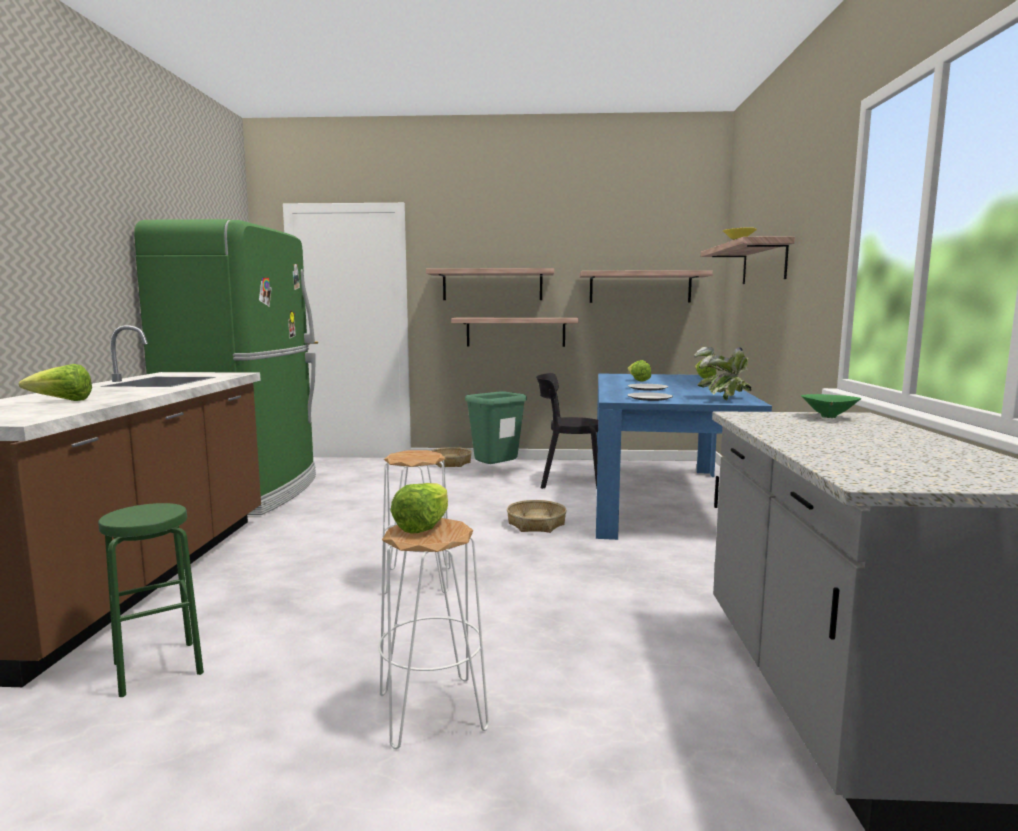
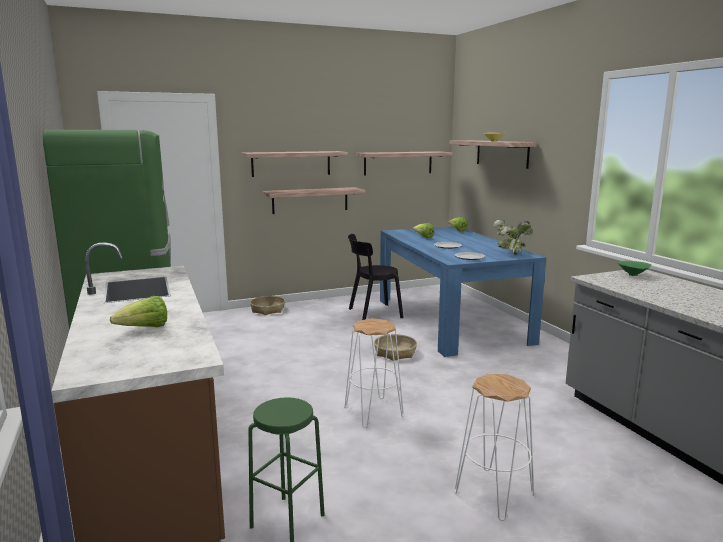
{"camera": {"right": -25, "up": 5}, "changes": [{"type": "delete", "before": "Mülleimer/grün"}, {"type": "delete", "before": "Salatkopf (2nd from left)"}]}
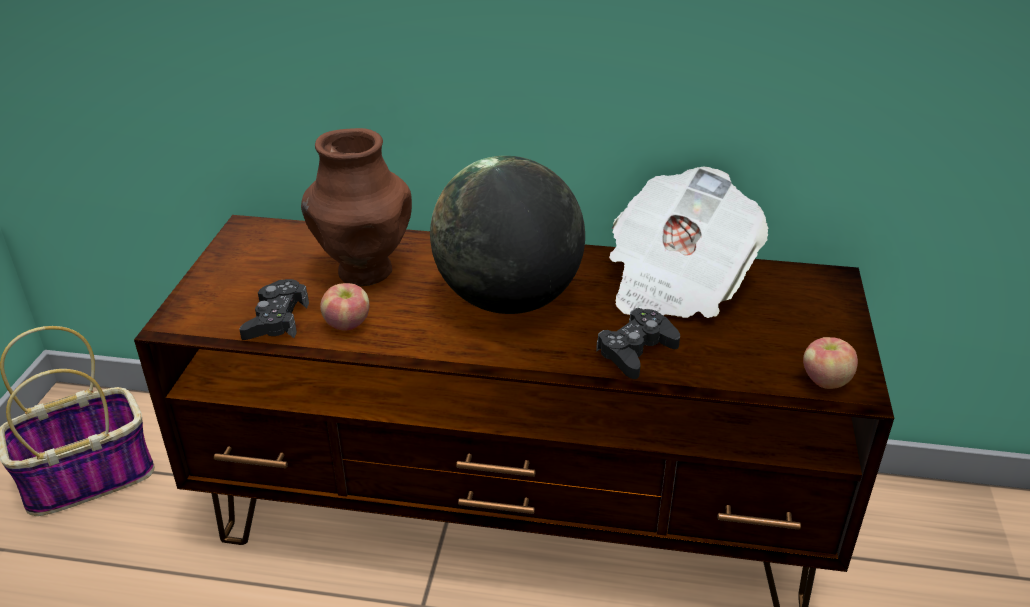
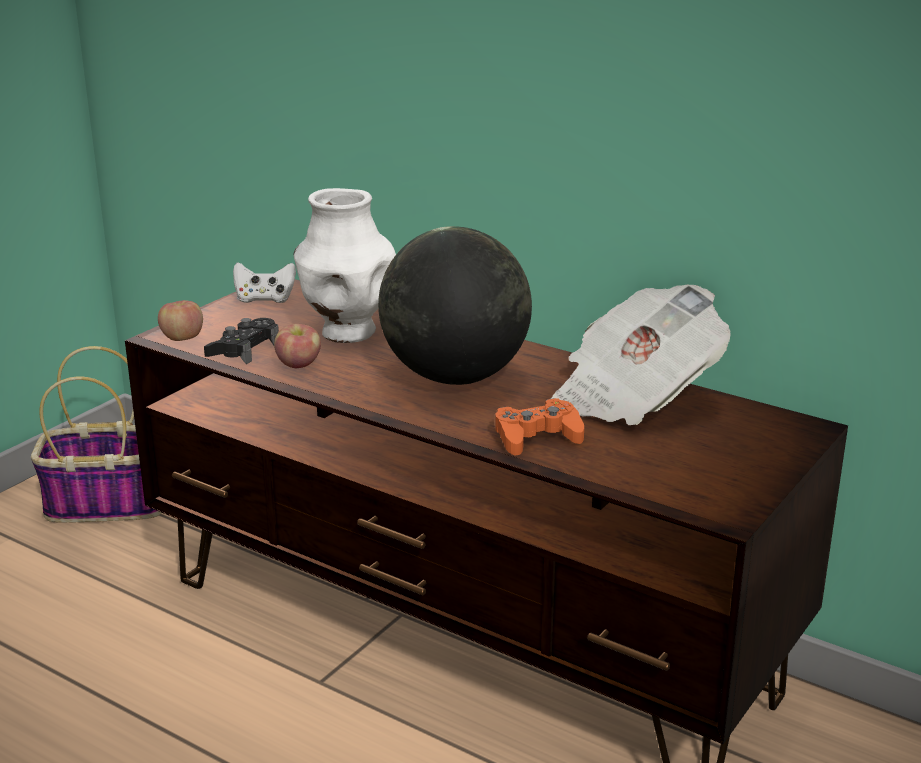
{"camera": {"right": 25, "up": -10}, "changes": [{"type": "recolor", "before": "Vase/braun", "after": "Vase/weiß"}, {"type": "recolor", "before": "Gamepad/schwarz (2nd from left)", "after": "Gamepad/orange"}, {"type": "move", "before": "Apfel (2nd from left in the first image)", "after": "Apfel (1st from left)"}, {"type": "insert", "after": "Gamepad/weiß"}]}
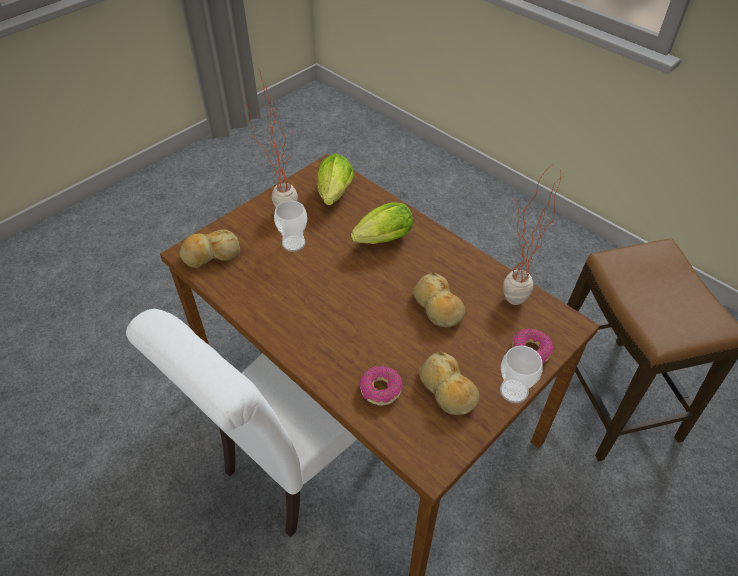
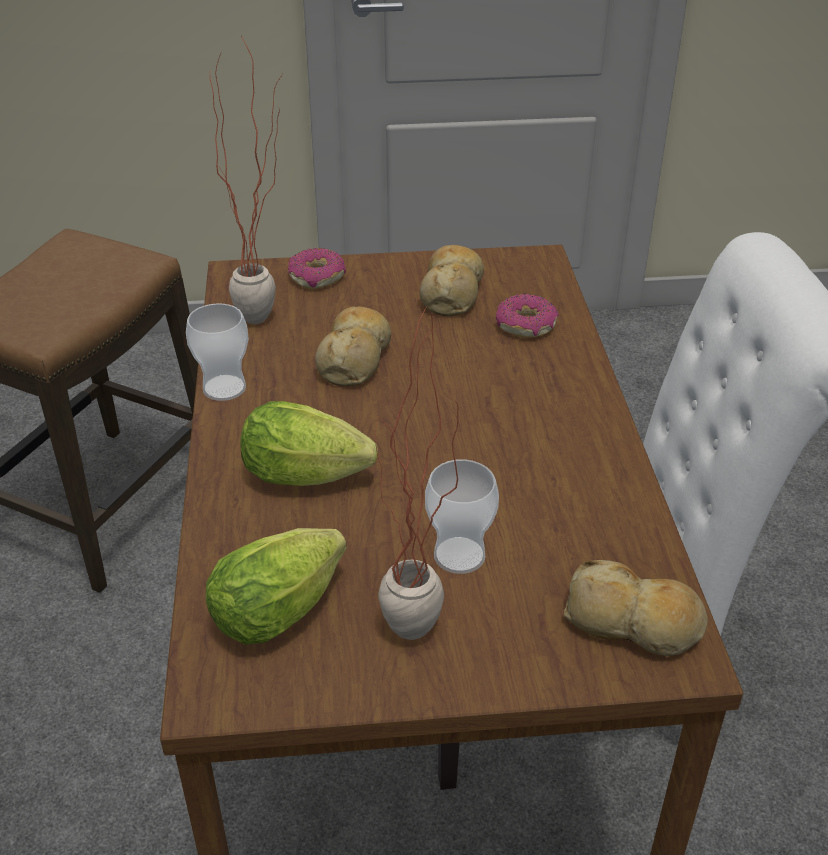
{"camera": {"right": -140, "up": -10}, "changes": [{"type": "move", "before": "Tasse (2nd from left in the first image)", "after": "Tasse (1st from left)"}]}
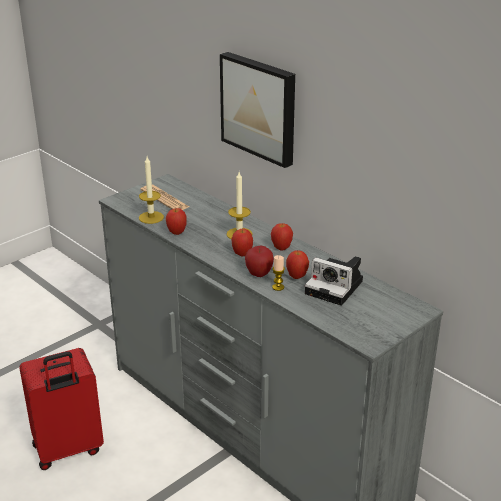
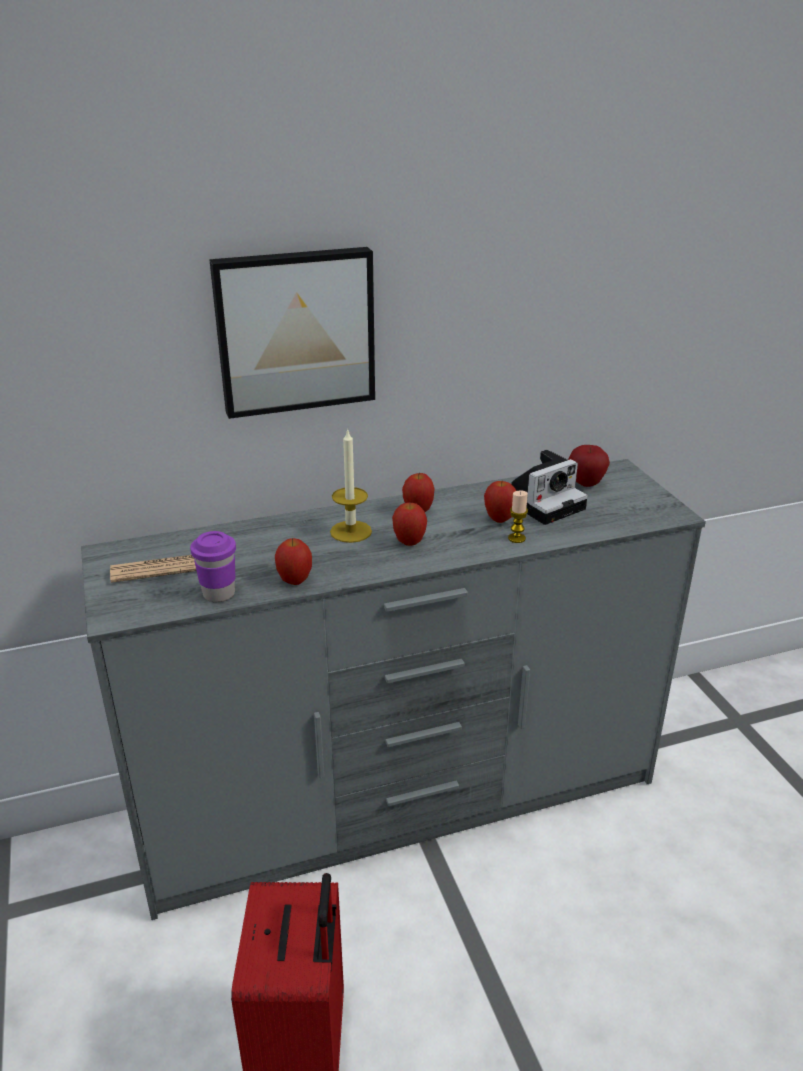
{"camera": {"right": -65, "up": 0}, "changes": [{"type": "replace", "before": "Kerze (1st from left)", "after": "Tasse/lila"}, {"type": "move", "before": "Apfel (3rd from left in the first image)", "after": "Apfel (5th from left)"}]}
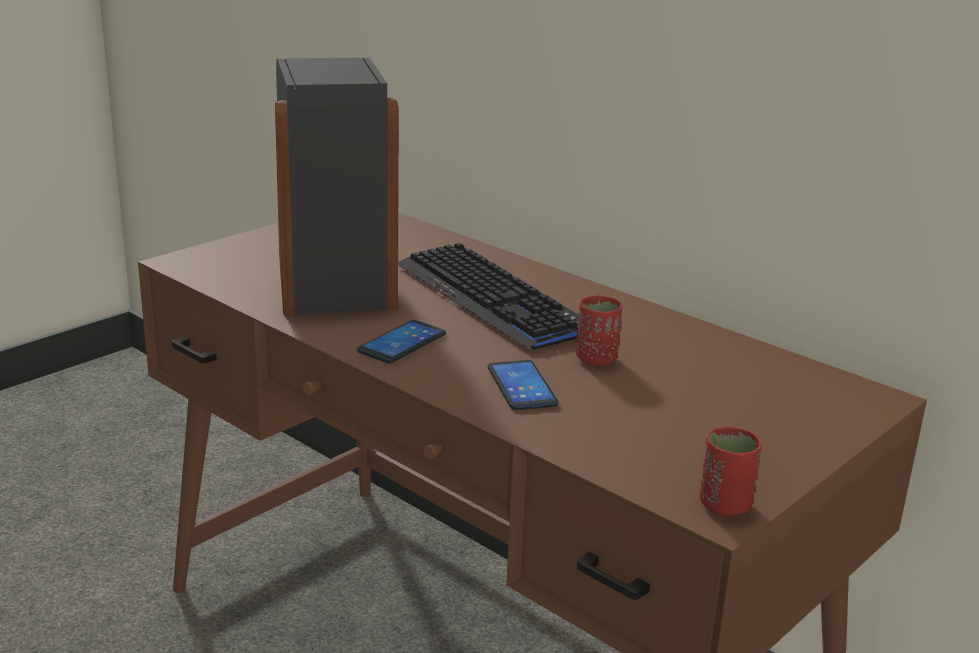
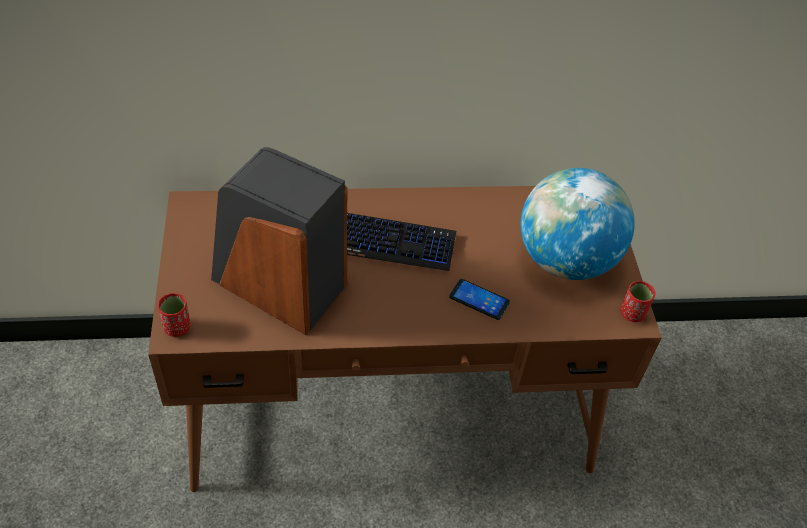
{"camera": {"right": -50, "up": 25}, "changes": [{"type": "move", "before": "Tasse/rot (1st from left)"}, {"type": "delete", "before": "Handy (1st from left)"}, {"type": "insert", "after": "Globus"}]}
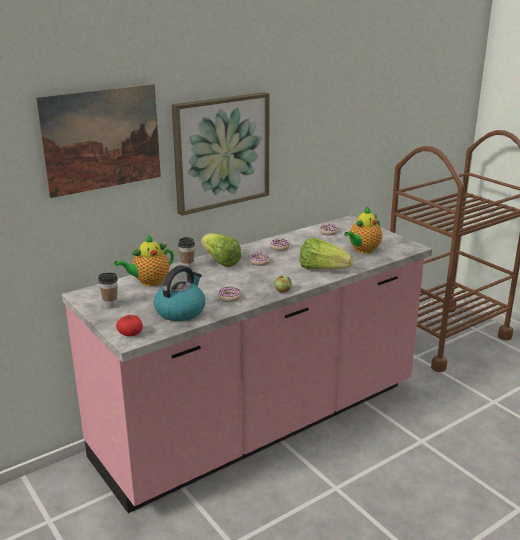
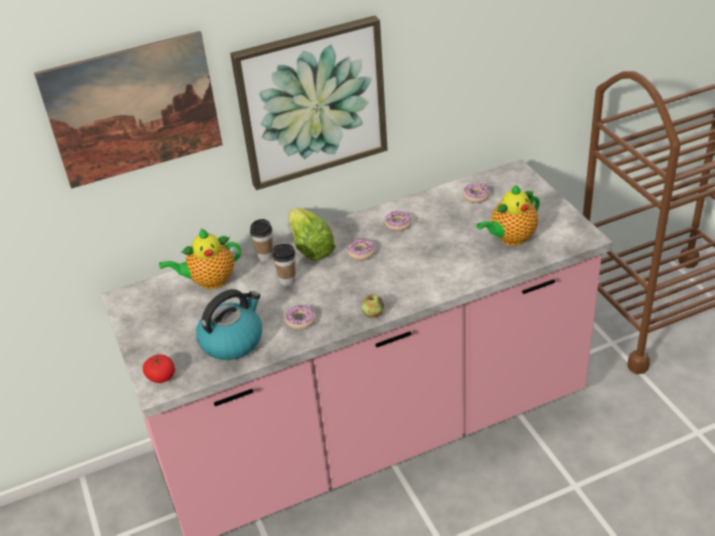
{"camera": {"right": 15, "up": 15}, "changes": [{"type": "delete", "before": "Salatkopf (2nd from left)"}, {"type": "move", "before": "Tasse (1st from left in the first image)", "after": "Tasse (2nd from left)"}]}
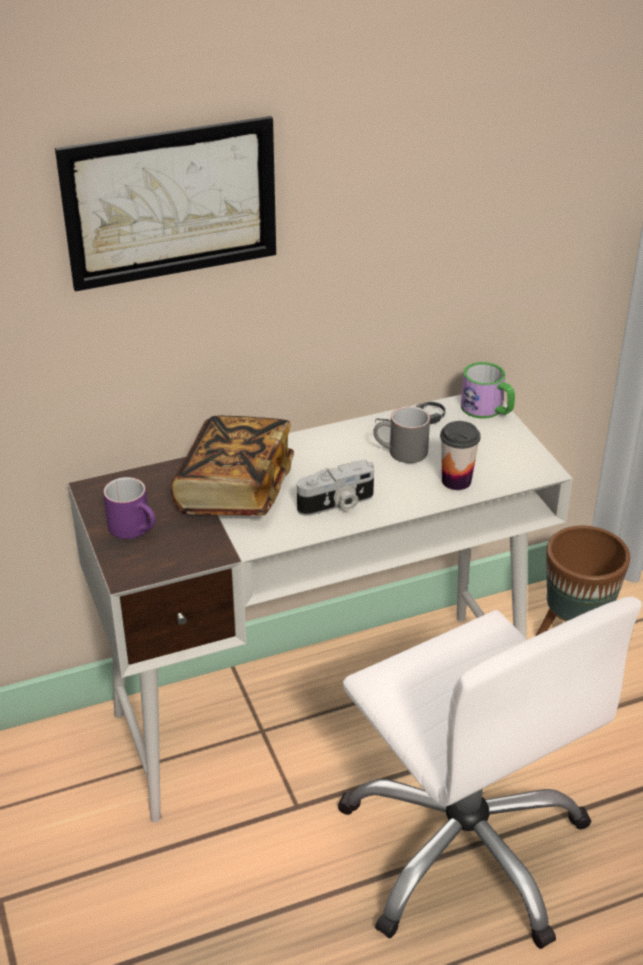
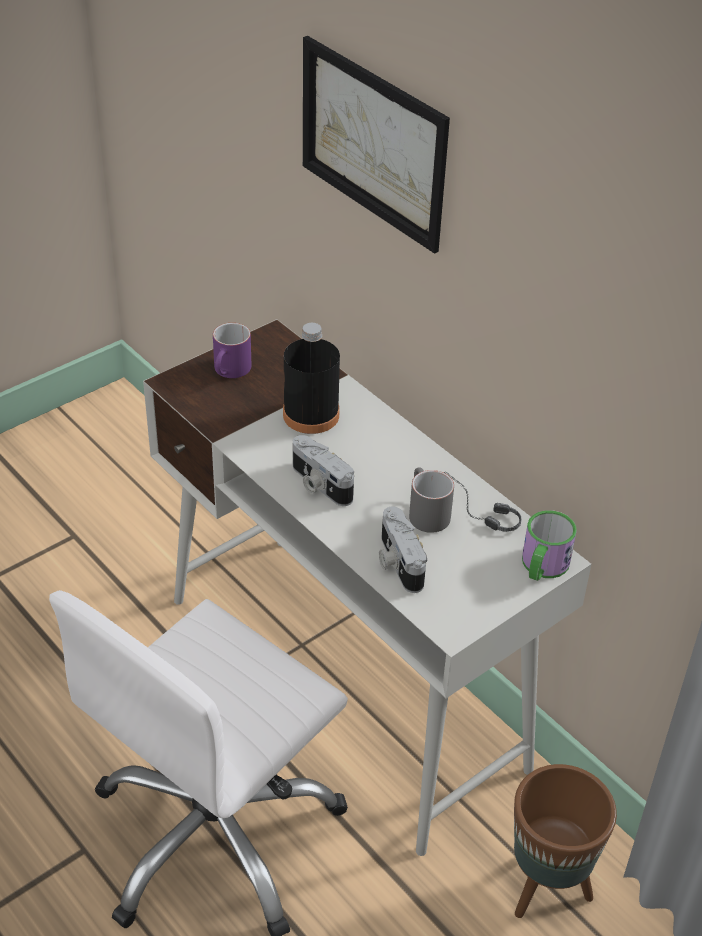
{"camera": {"right": 70, "up": 5}, "changes": [{"type": "replace", "before": "Buch", "after": "Flasche/schwarz"}, {"type": "replace", "before": "Tasse", "after": "Kamera (2nd from left)"}]}
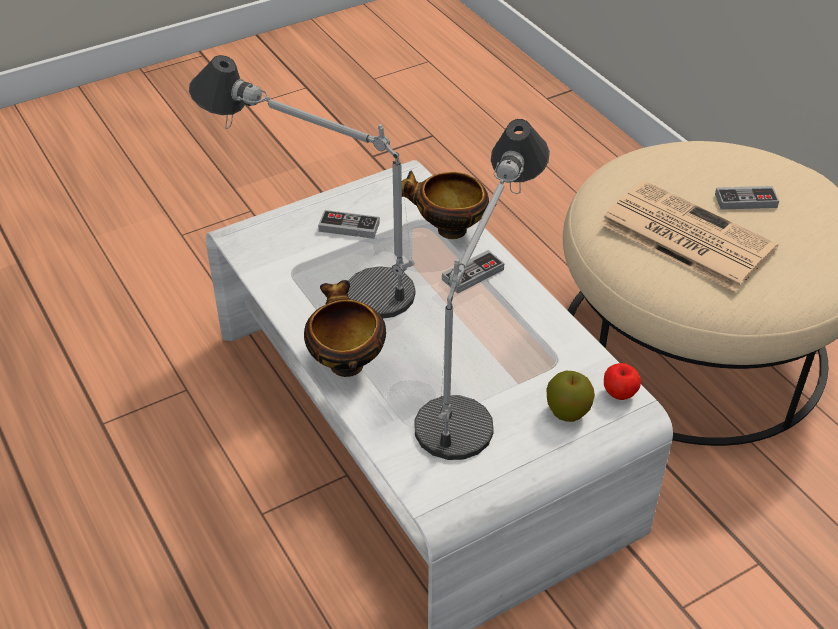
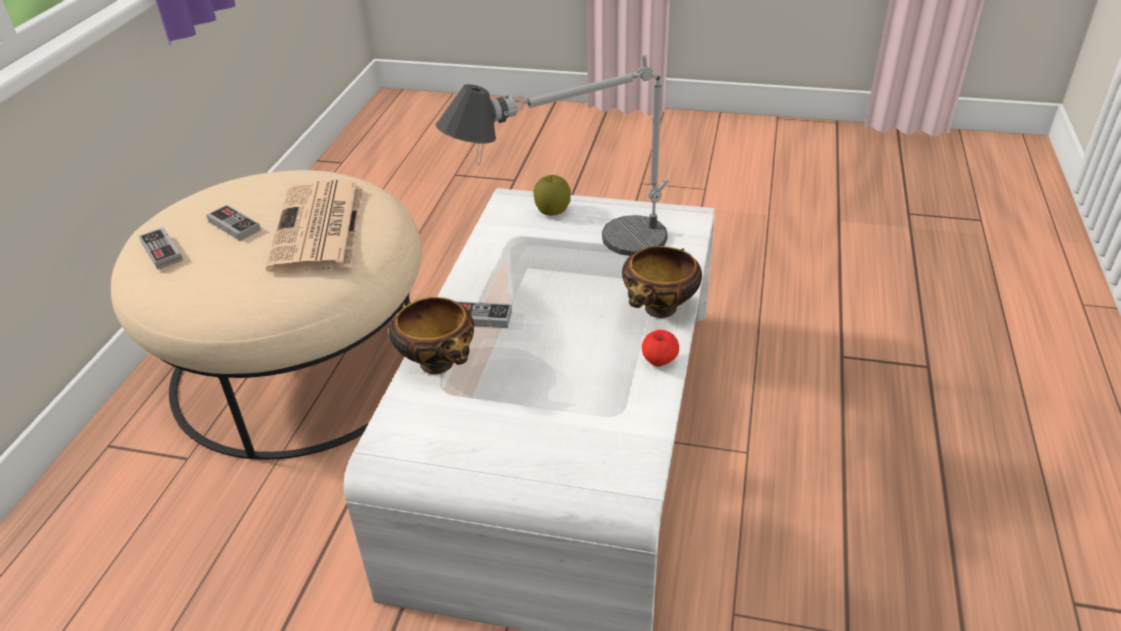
{"camera": {"right": -135, "up": -5}, "changes": [{"type": "delete", "before": "Tischlampe (1st from left)"}, {"type": "move", "before": "Gamepad (1st from left)"}, {"type": "move", "before": "Apfel (2nd from left)"}]}
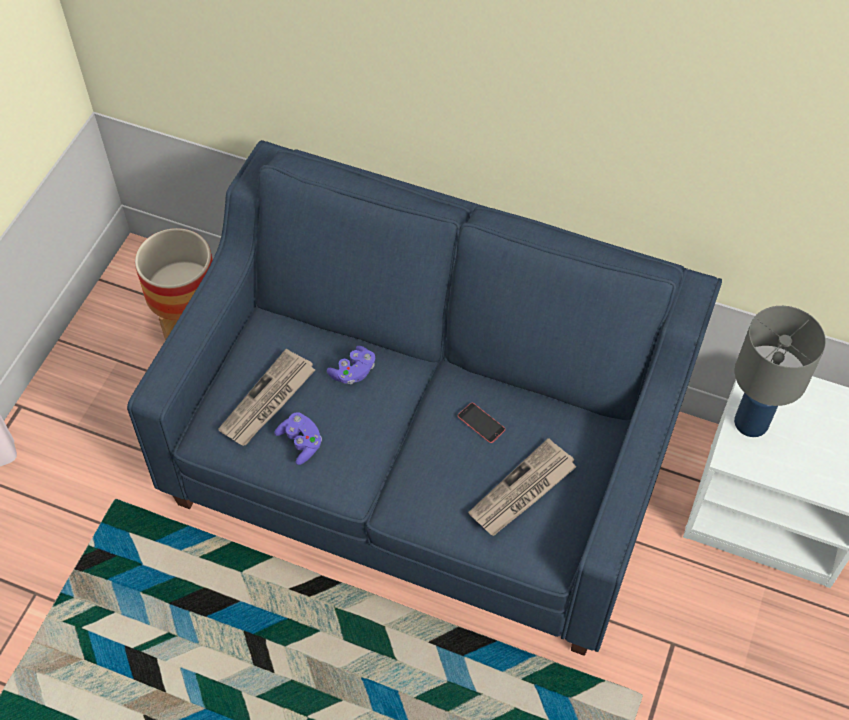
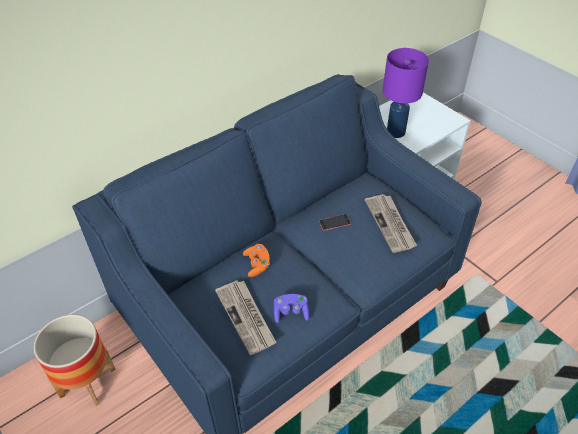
{"camera": {"right": -60, "up": -10}, "changes": [{"type": "recolor", "before": "Tischlampe/grau", "after": "Tischlampe/lila"}, {"type": "recolor", "before": "Gamepad/lila (2nd from left)", "after": "Gamepad/orange"}]}
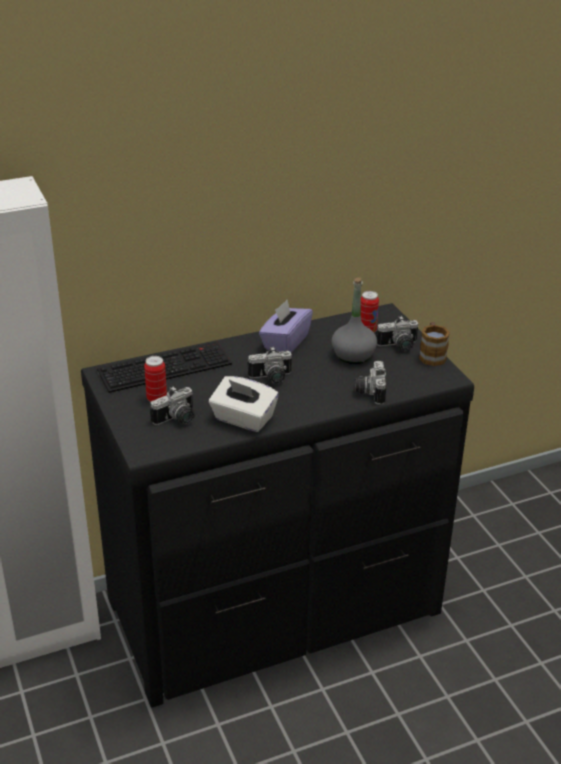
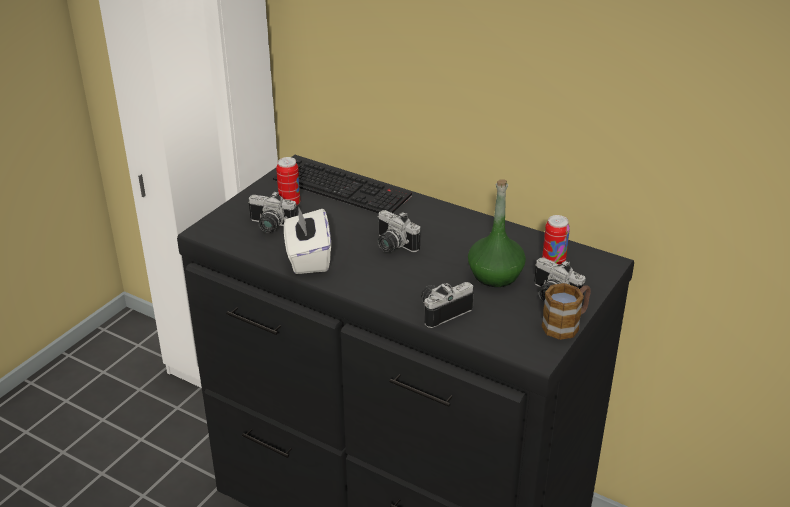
{"camera": {"right": 55, "up": 0}, "changes": [{"type": "recolor", "before": "Flasche/grau", "after": "Flasche/grün"}, {"type": "delete", "before": "Taschentuchbox/lila"}]}
